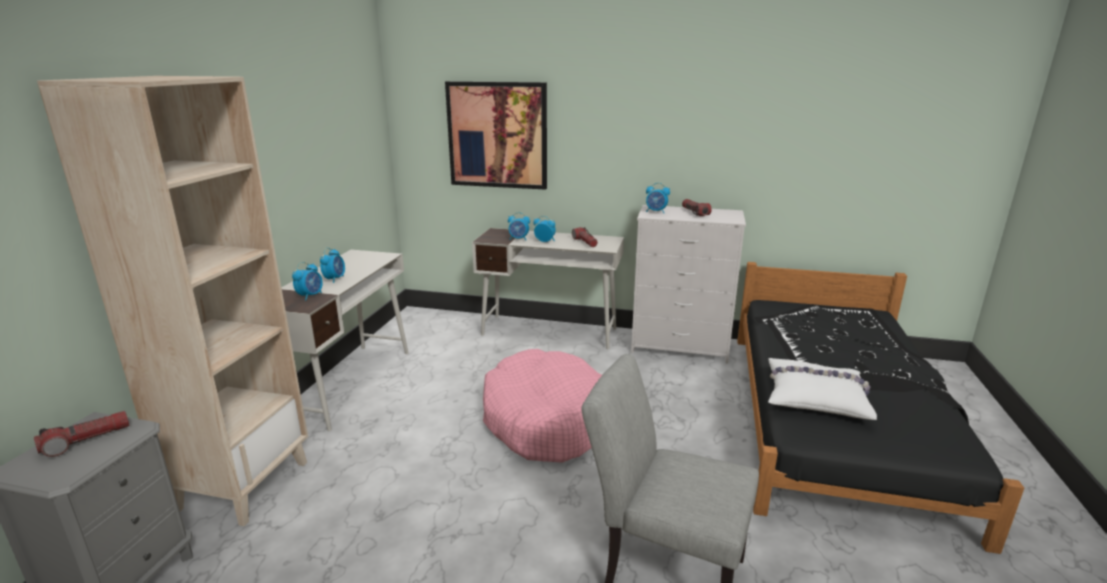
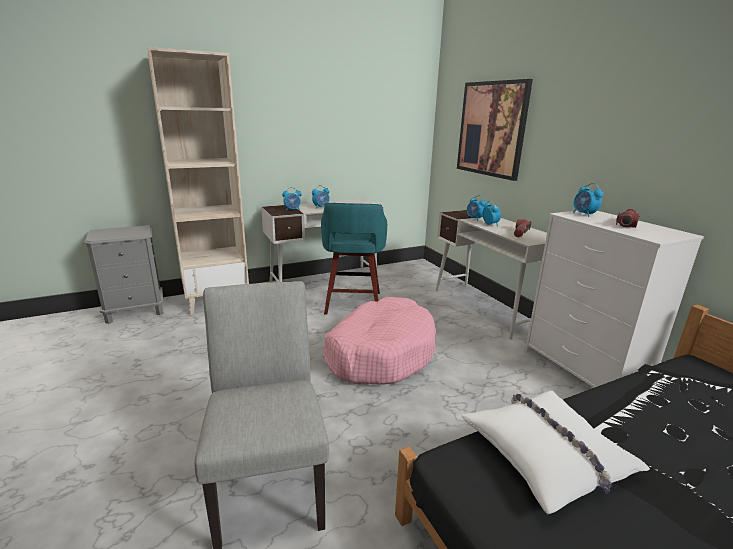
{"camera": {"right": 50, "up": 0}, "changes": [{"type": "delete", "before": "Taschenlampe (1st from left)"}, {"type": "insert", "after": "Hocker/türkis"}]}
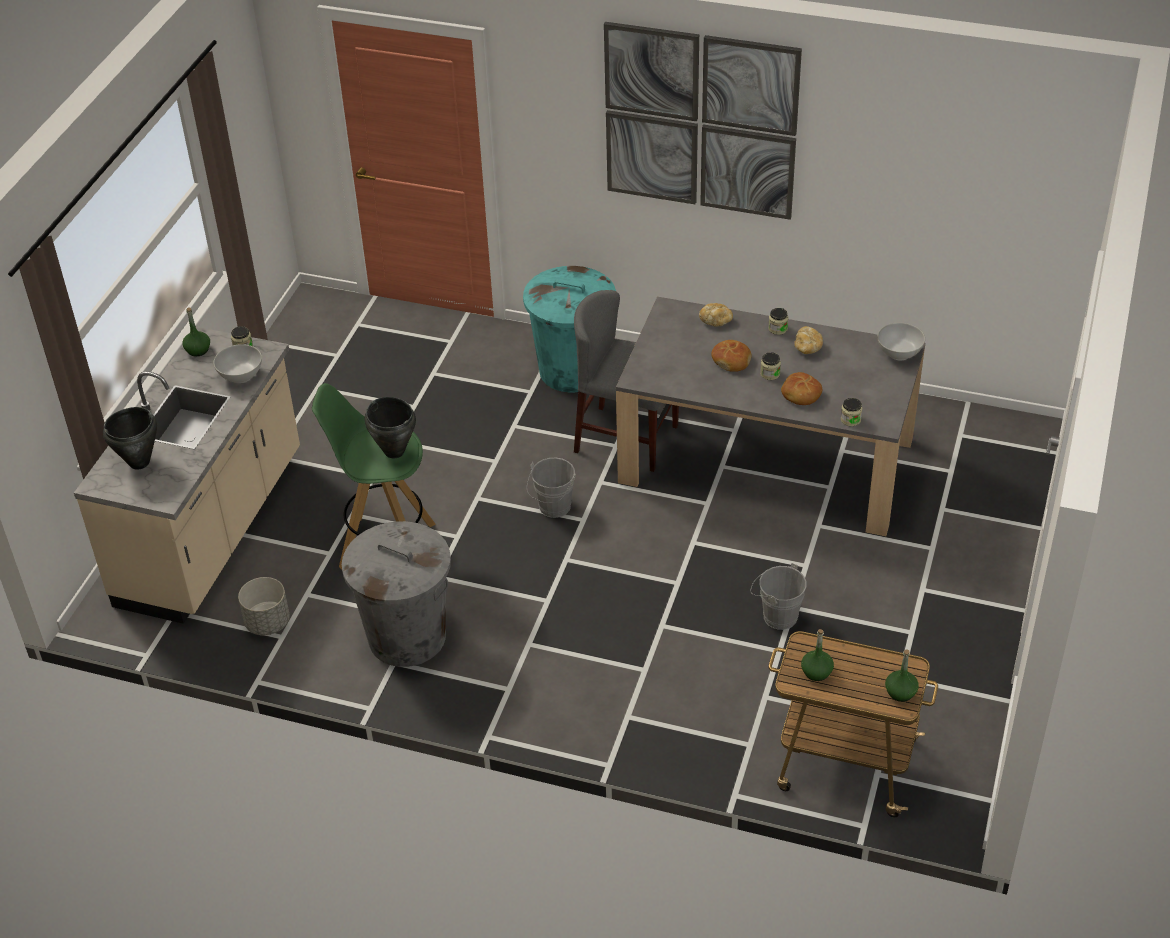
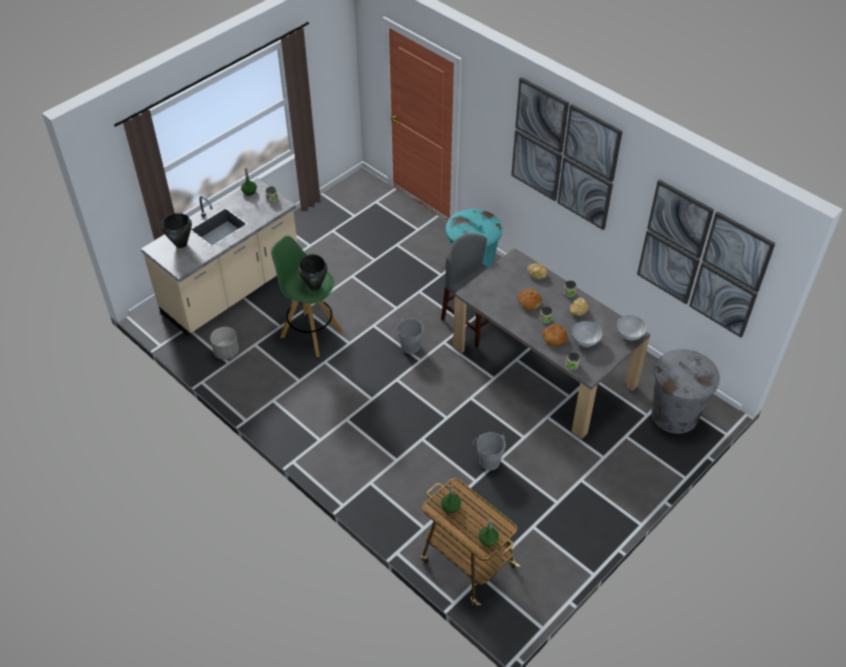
{"camera": {"right": 25, "up": 5}, "changes": [{"type": "move", "before": "Schüssel/weiß (1st from left)"}, {"type": "move", "before": "Mülleimer/grau"}, {"type": "insert", "after": "Bild (2nd from left)"}]}
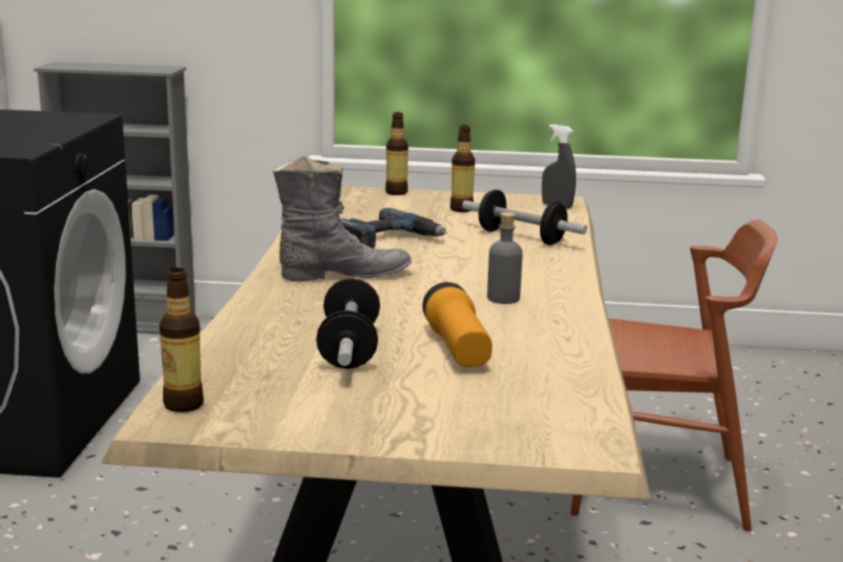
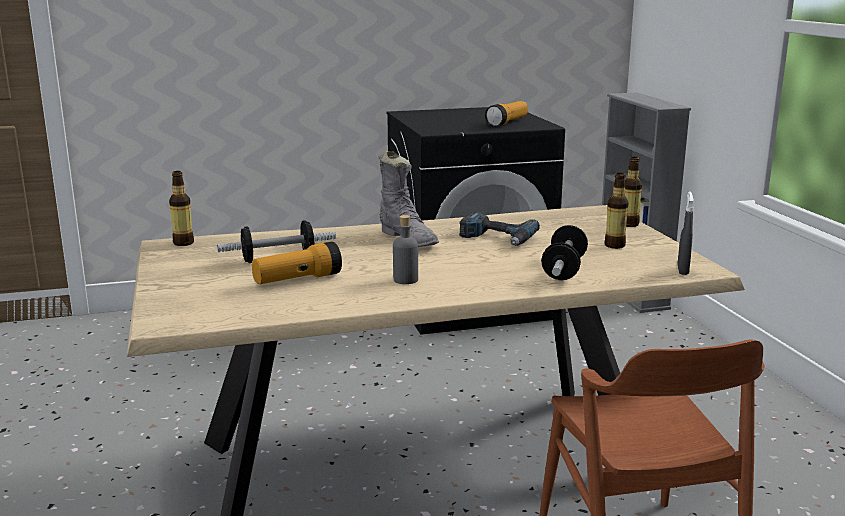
{"camera": {"right": 70, "up": 0}, "changes": [{"type": "insert", "after": "Taschenlampe (2nd from left)"}]}
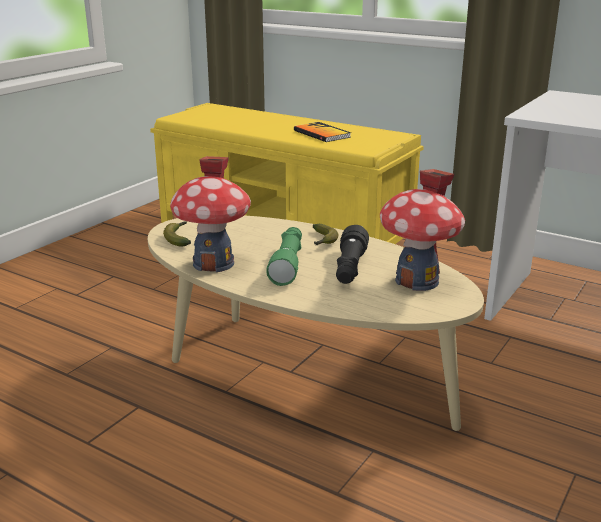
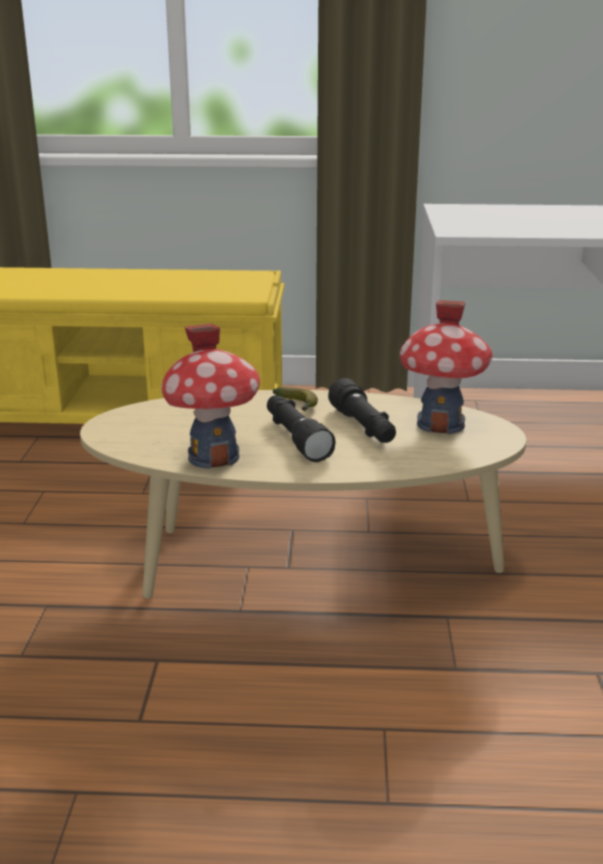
{"camera": {"right": -30, "up": 0}, "changes": [{"type": "delete", "before": "Buch"}, {"type": "delete", "before": "Banane (1st from left)"}, {"type": "recolor", "before": "Taschenlampe/grün", "after": "Taschenlampe/schwarz (1st from left)"}]}
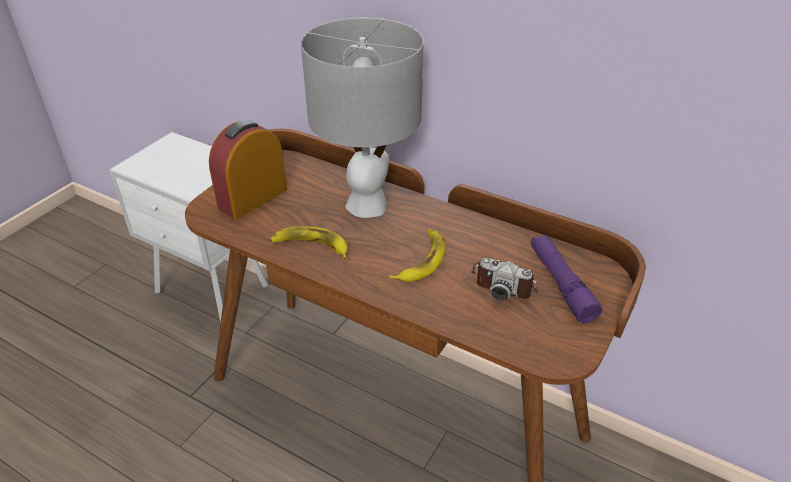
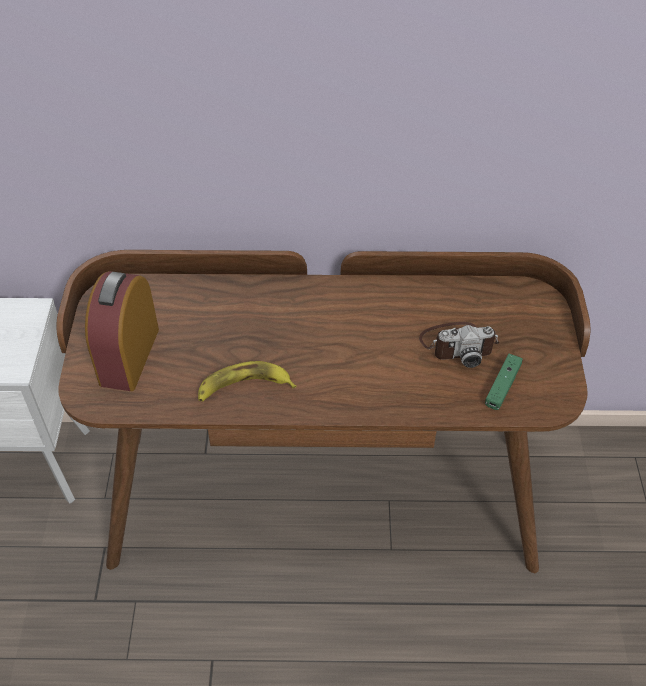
{"camera": {"right": -30, "up": 10}, "changes": [{"type": "delete", "before": "Tischlampe/grau"}, {"type": "delete", "before": "Banane (2nd from left)"}, {"type": "delete", "before": "Taschenlampe/lila"}, {"type": "insert", "after": "Gamepad/grün"}]}
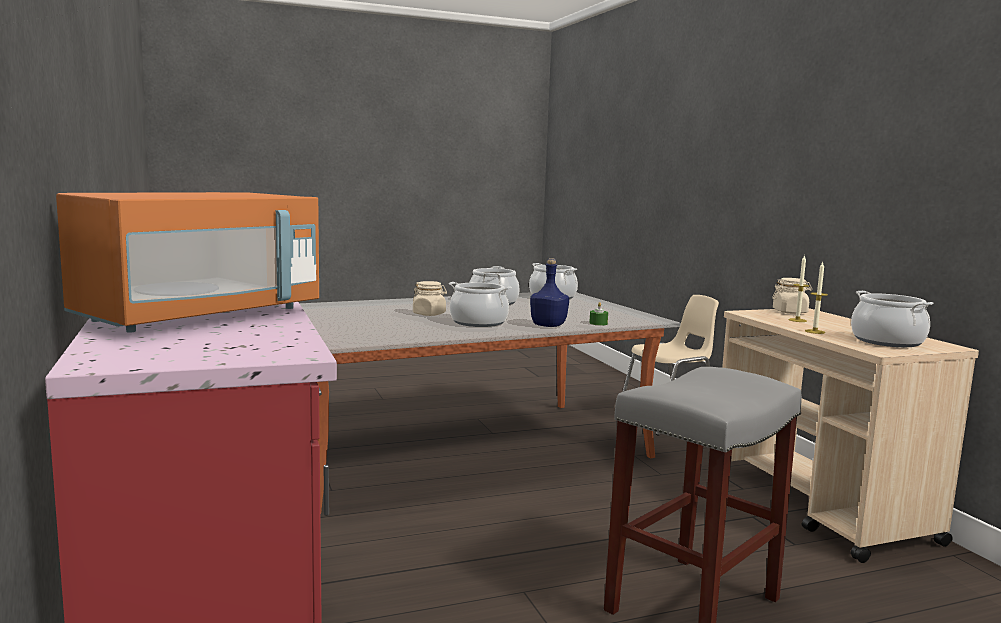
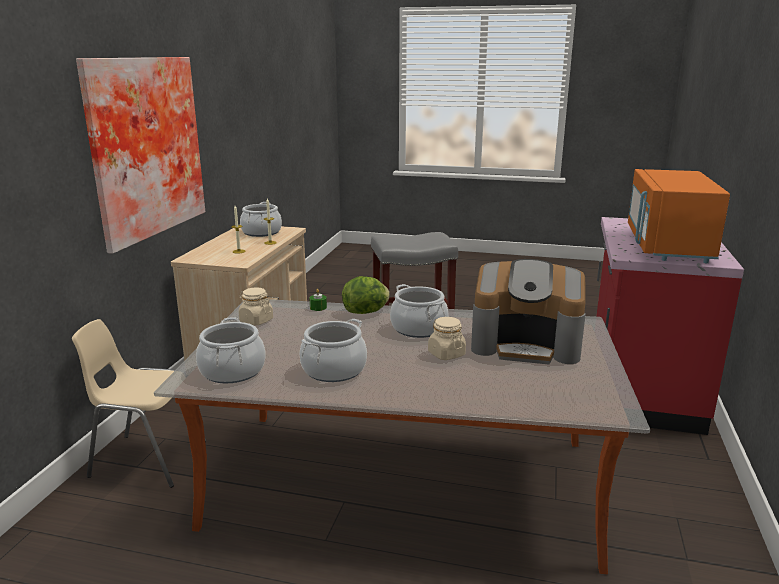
{"camera": {"right": -145, "up": 10}, "changes": [{"type": "rotate", "before": "Mikrowelle/orange", "turn": -60}, {"type": "replace", "before": "Flasche/blau", "after": "Salatkopf"}, {"type": "move", "before": "Vorratsglas/beige (2nd from left in the first image)", "after": "Vorratsglas/beige (1st from left)"}, {"type": "insert", "after": "Bild"}, {"type": "insert", "after": "Kaffeemaschine"}]}
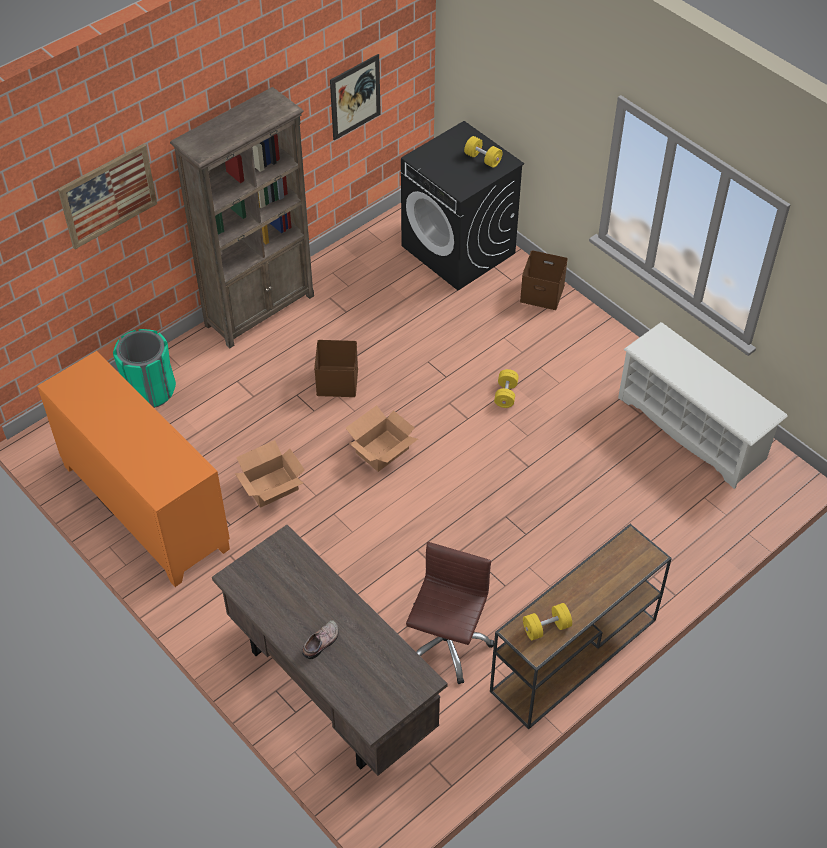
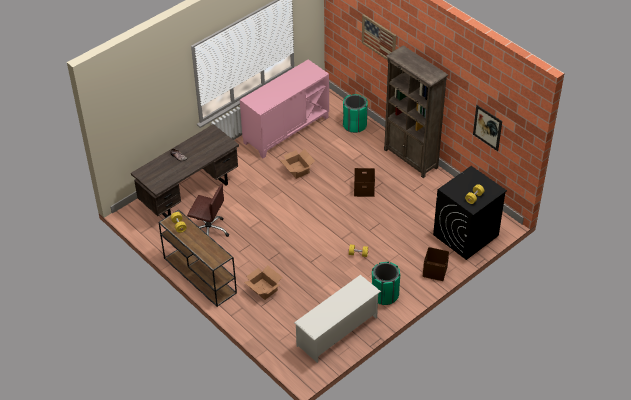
{"camera": {"right": 90, "up": -5}, "changes": [{"type": "recolor", "before": "Schrank/orange", "after": "Schrank/rosa"}, {"type": "move", "before": "Karton (2nd from left in the first image)", "after": "Karton (1st from left)"}, {"type": "insert", "after": "Mülleimer/grün (2nd from left)"}]}
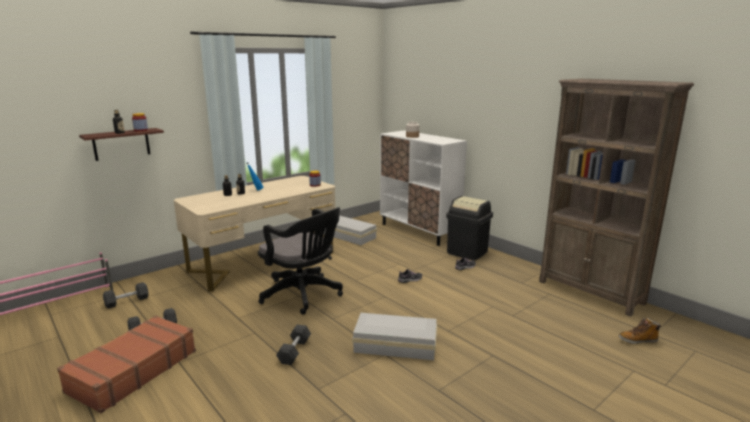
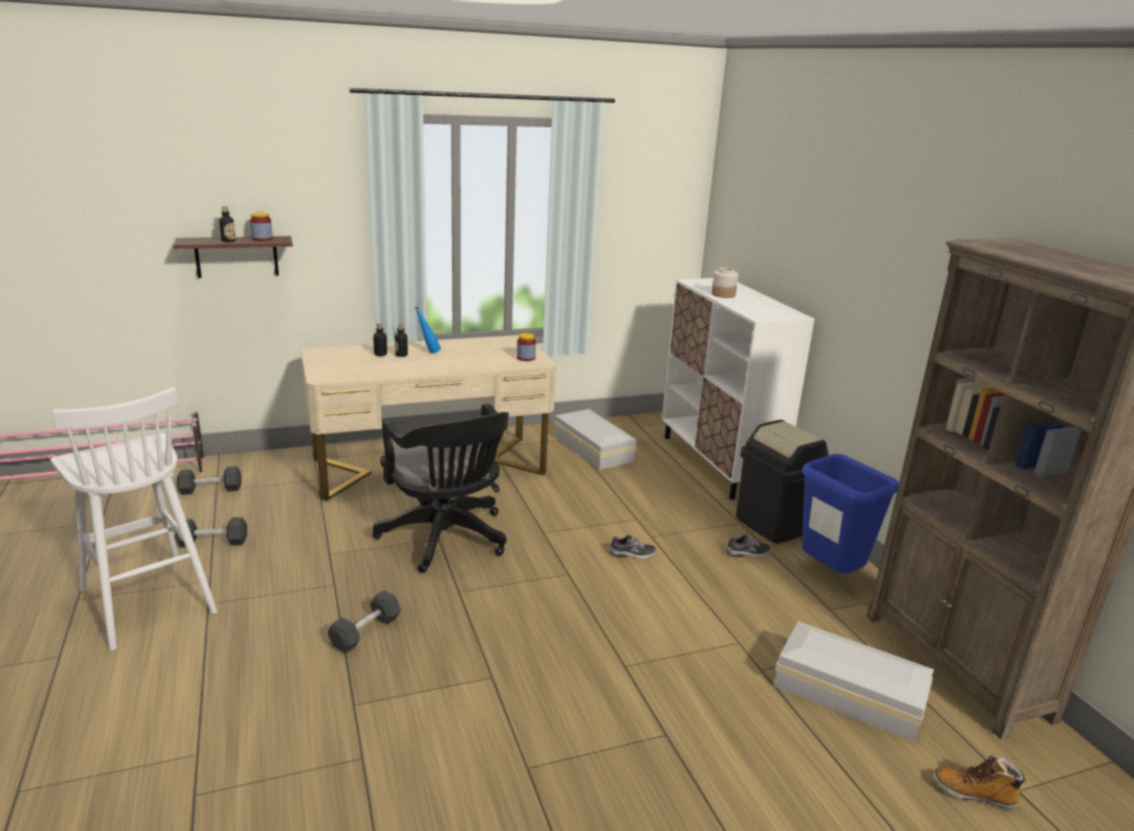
{"camera": {"right": 20, "up": 5}, "changes": [{"type": "move", "before": "Aufbewahrungsbox/weiß (2nd from left)"}, {"type": "replace", "before": "Koffer/braun", "after": "Hocker/weiß"}, {"type": "insert", "after": "Mülleimer/blau"}]}
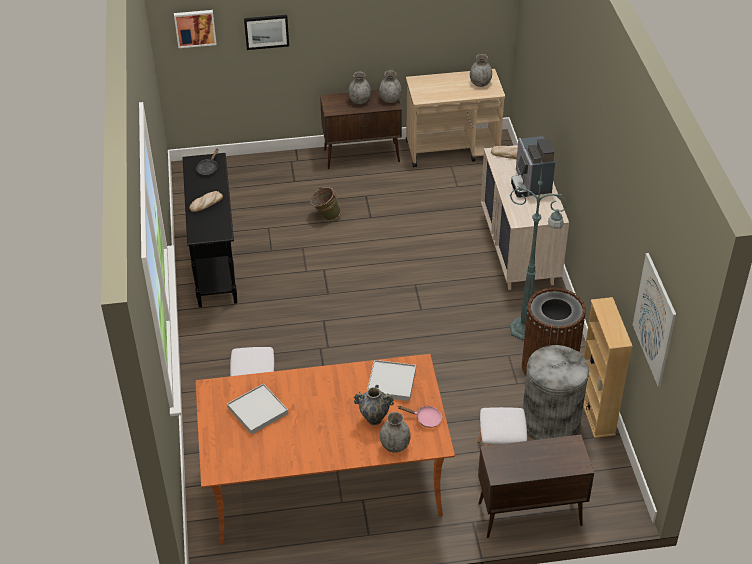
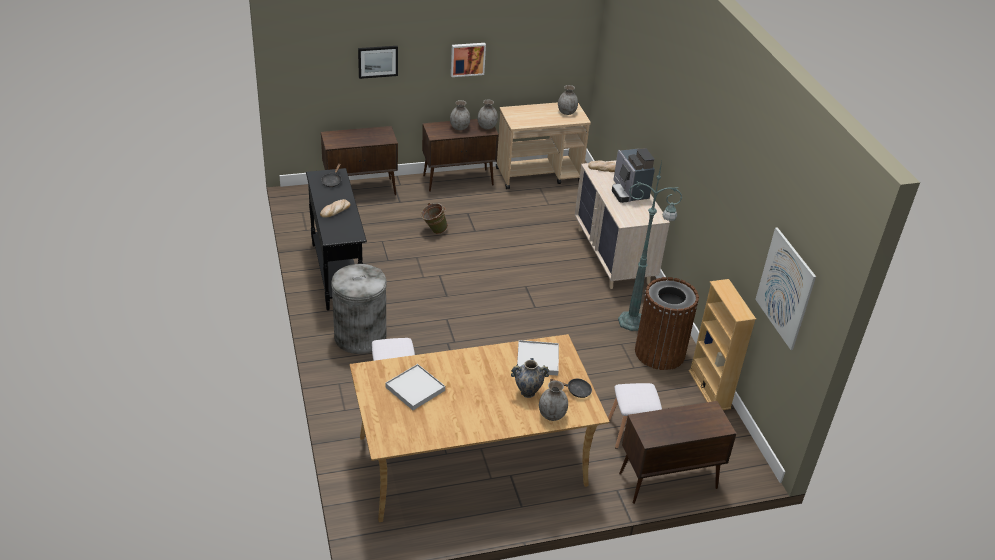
{"camera": {"right": -10, "up": -5}, "changes": [{"type": "move", "before": "Bild (1st from left in the first image)", "after": "Bild (2nd from left)"}, {"type": "move", "before": "Mülleimer/grau"}, {"type": "recolor", "before": "Esstisch/orange", "after": "Esstisch/beige"}, {"type": "recolor", "before": "Pfanne/rosa", "after": "Pfanne/schwarz (2nd from left)"}, {"type": "insert", "after": "Schrank/braun (1st from left)"}]}
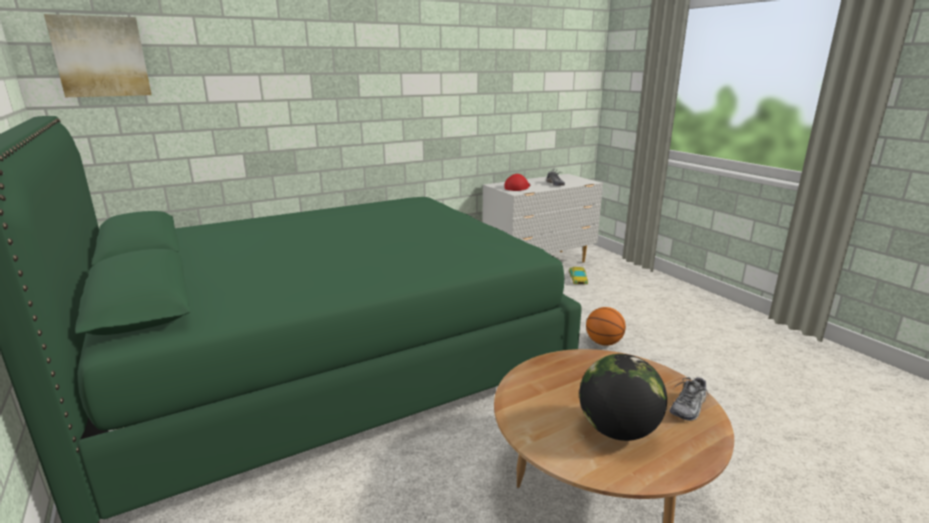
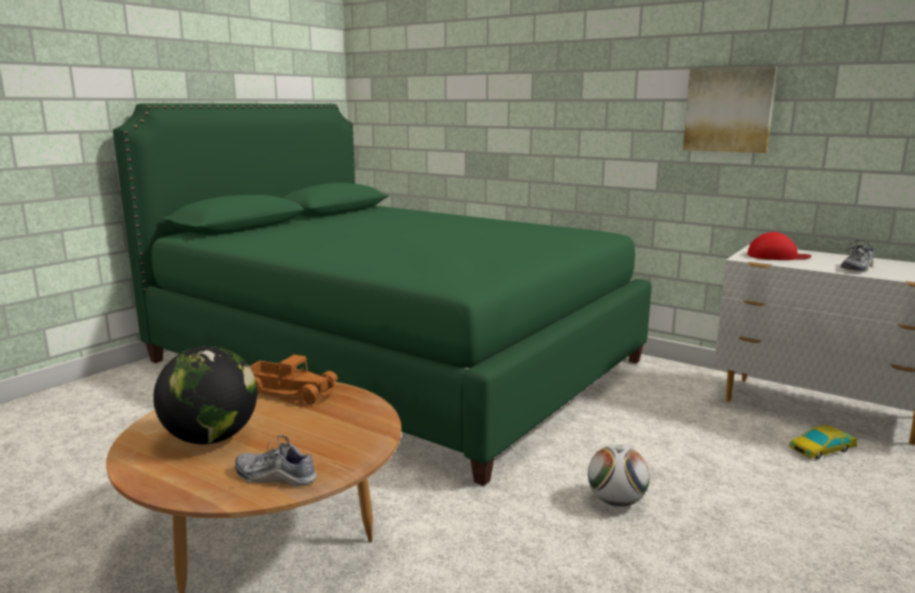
{"camera": {"right": 65, "up": -5}, "changes": [{"type": "move", "before": "Bild"}, {"type": "replace", "before": "Basketball", "after": "Fußball"}, {"type": "insert", "after": "Spielzeuglaster"}]}
